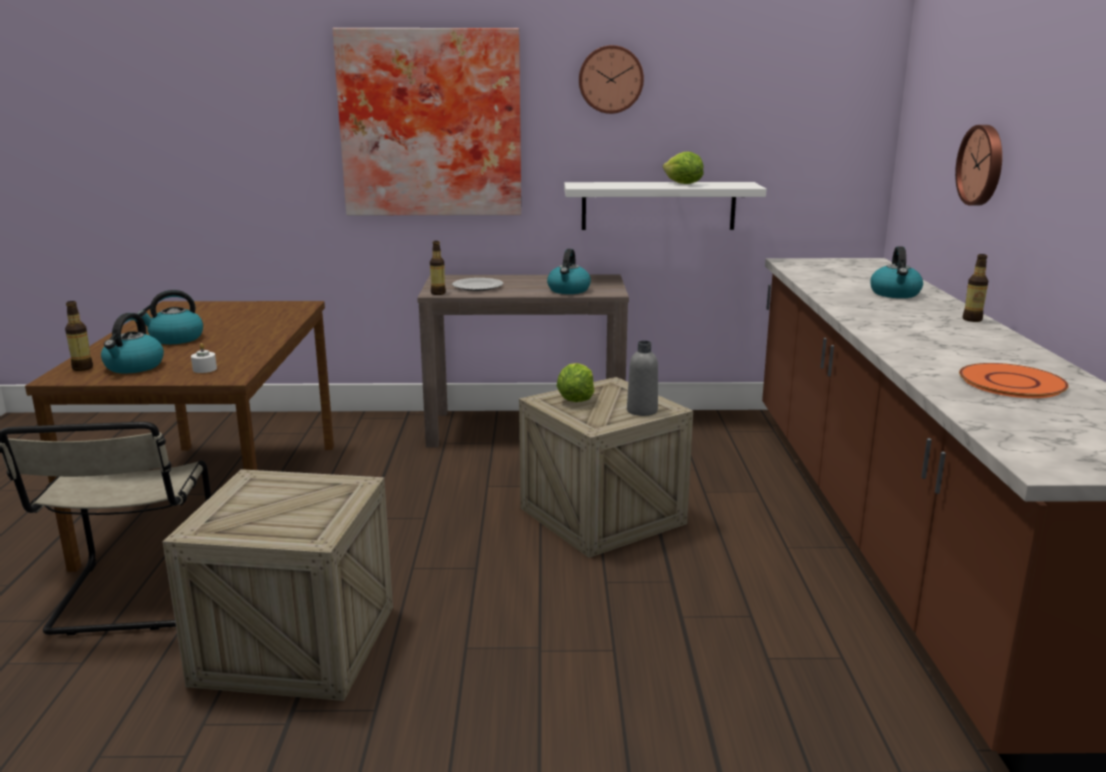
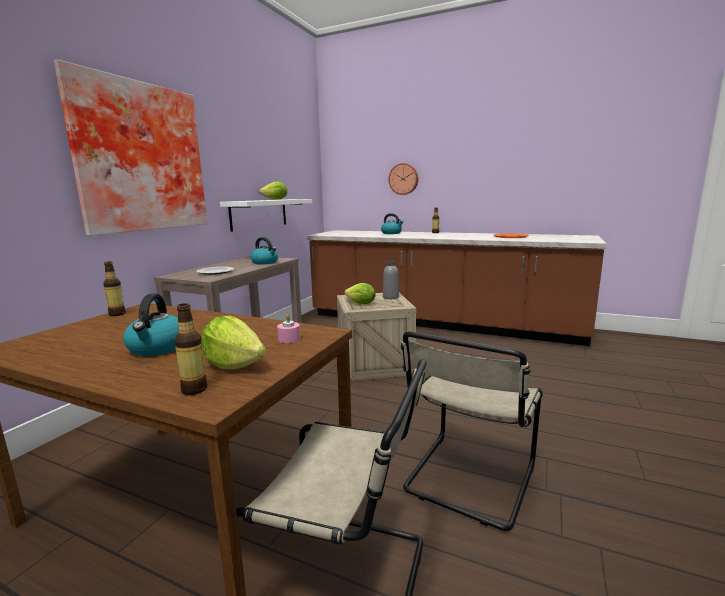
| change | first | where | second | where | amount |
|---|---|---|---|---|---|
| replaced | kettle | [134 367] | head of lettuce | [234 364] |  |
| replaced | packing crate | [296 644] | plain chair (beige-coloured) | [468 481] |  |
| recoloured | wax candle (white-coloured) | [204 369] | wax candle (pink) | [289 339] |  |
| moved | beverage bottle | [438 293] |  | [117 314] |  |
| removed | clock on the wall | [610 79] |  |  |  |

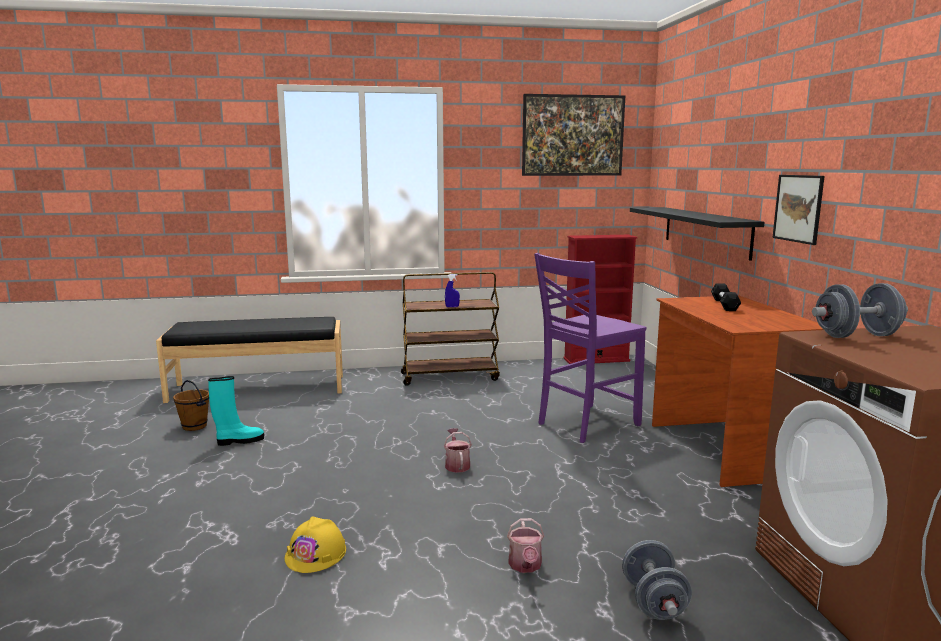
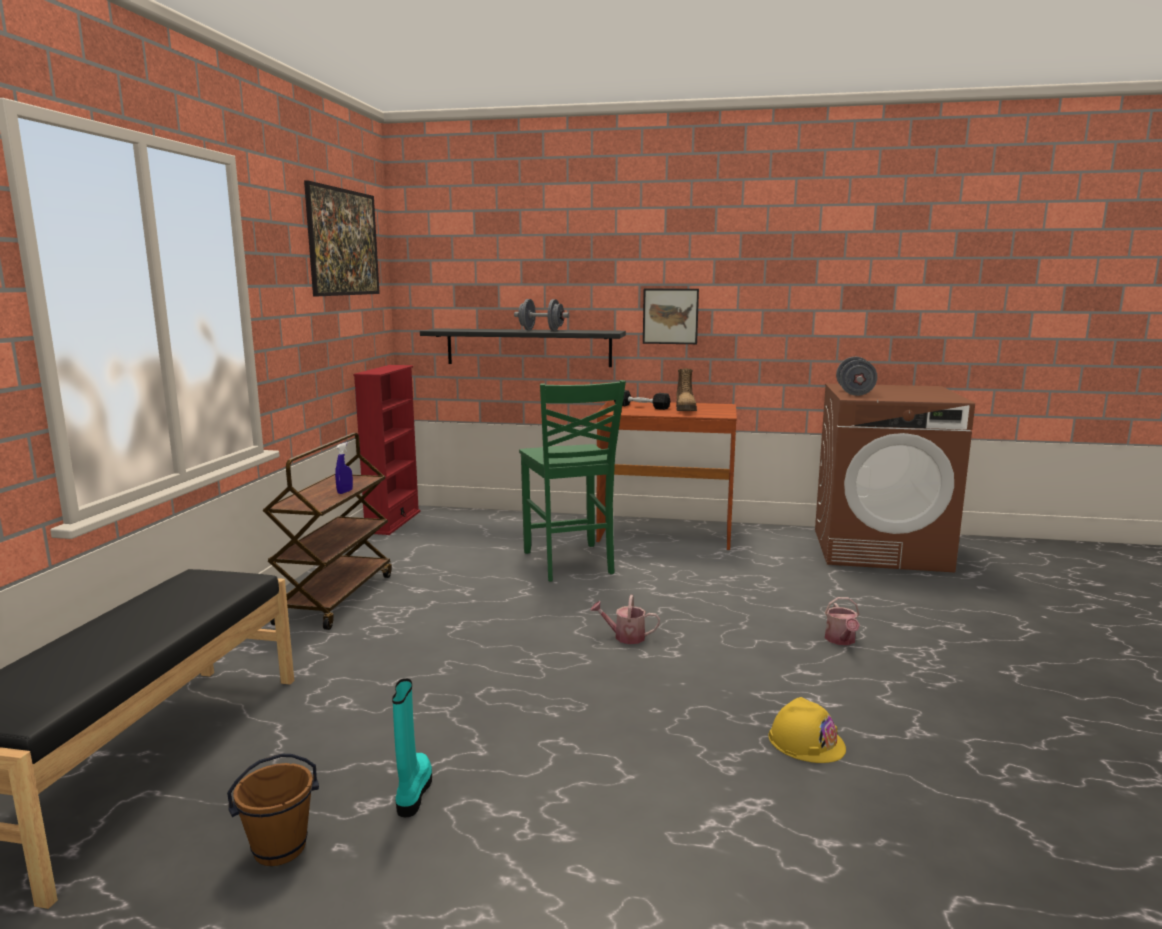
| change | first | where | second | where | amount |
|---|---|---|---|---|---|
| turned | sprinkling can | [525 566] |  | [841 640] | 75 degrees clockwise |
| recoloured | plain chair (purple-coloured) | [585 424] | plain chair (greenish) | [569 563] |  |
| moved | dumbbell (gray) | [654 602] |  | [541 330] |  |
| added |  |  | boot | [686 409] |  |

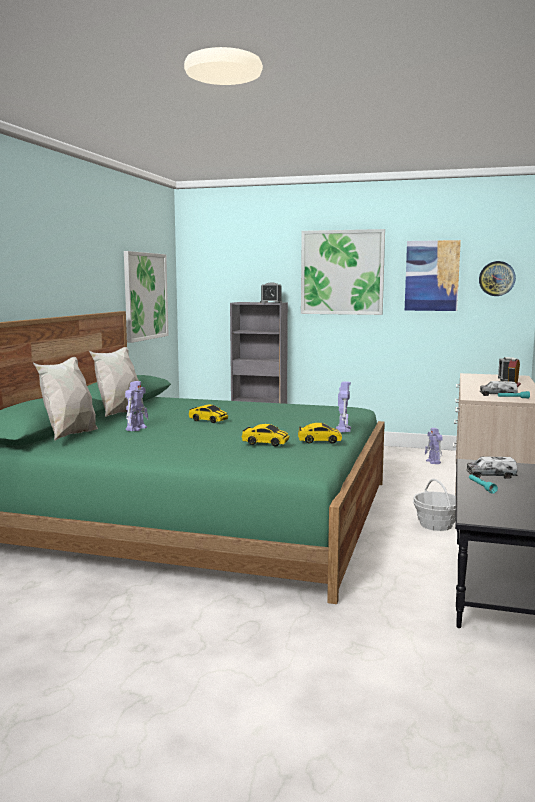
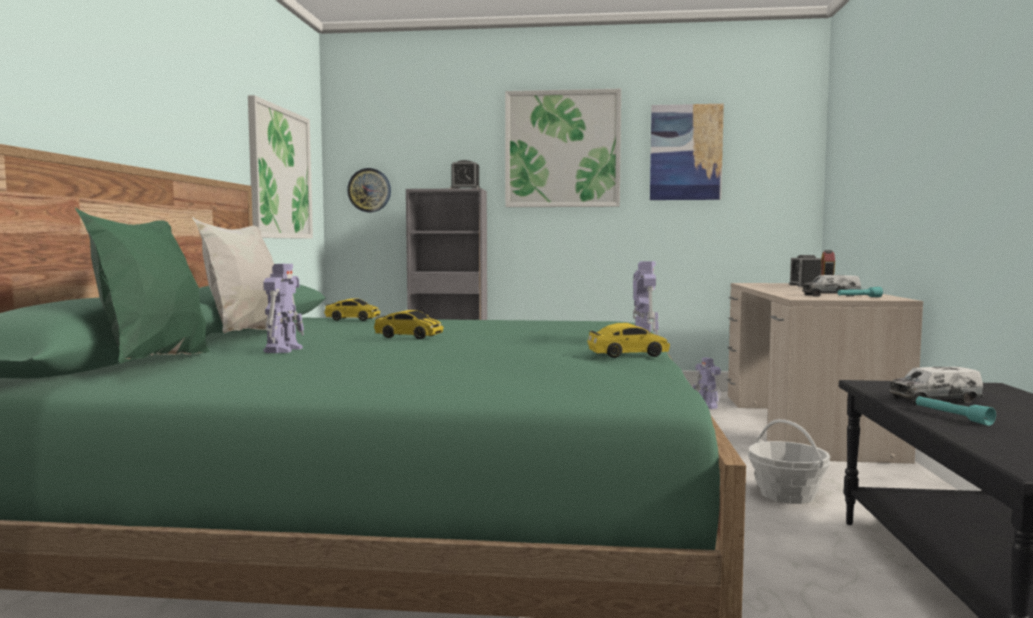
| change | first | where | second | where | amount |
|---|---|---|---|---|---|
| recoloured | pillow (white-coloured) | [69 436] | pillow (greenish) | [153 363] |  |
| moved | toy car | [265 443] |  | [352 319] |  |
| moved | clock on the wall | [497 278] |  | [369 190] |  |

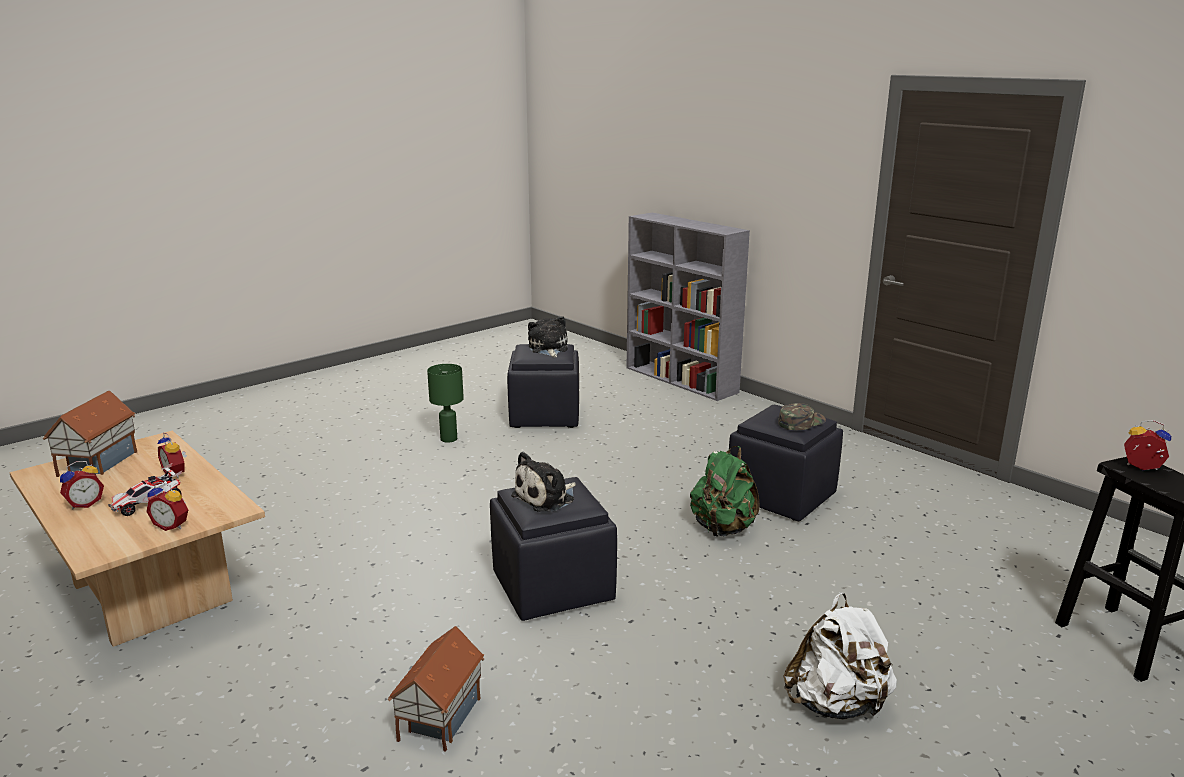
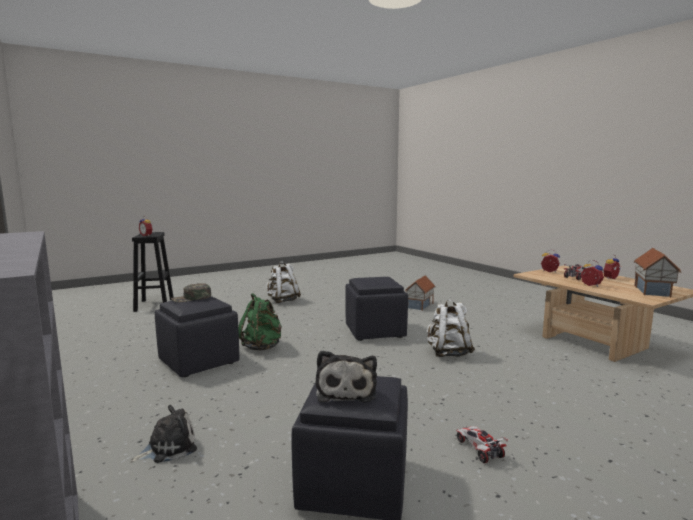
| change | first | where | second | where | amount |
|---|---|---|---|---|---|
| replaced | tabletop lamp (greenish) | [449 439] | toy car | [479 449] |  |
| moved | soft toy | [546 498] |  | [168 447] |  |
| added |  |  | rucksack (white-coloured) | [448 353] |  |

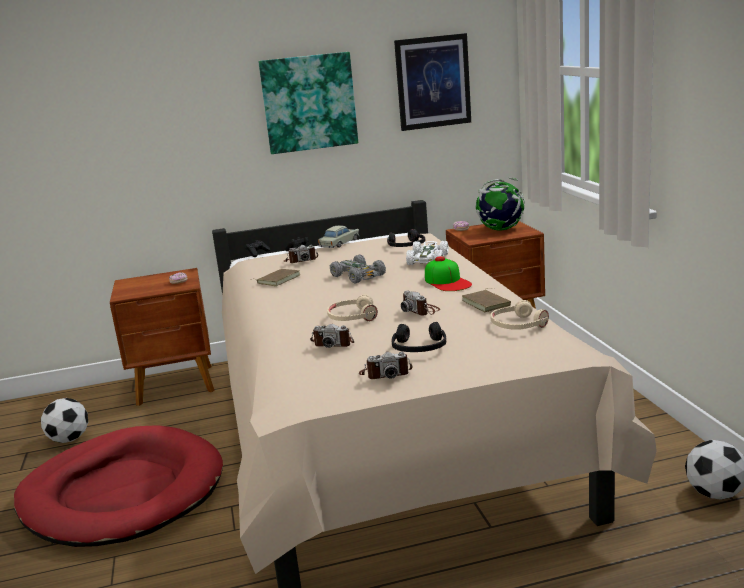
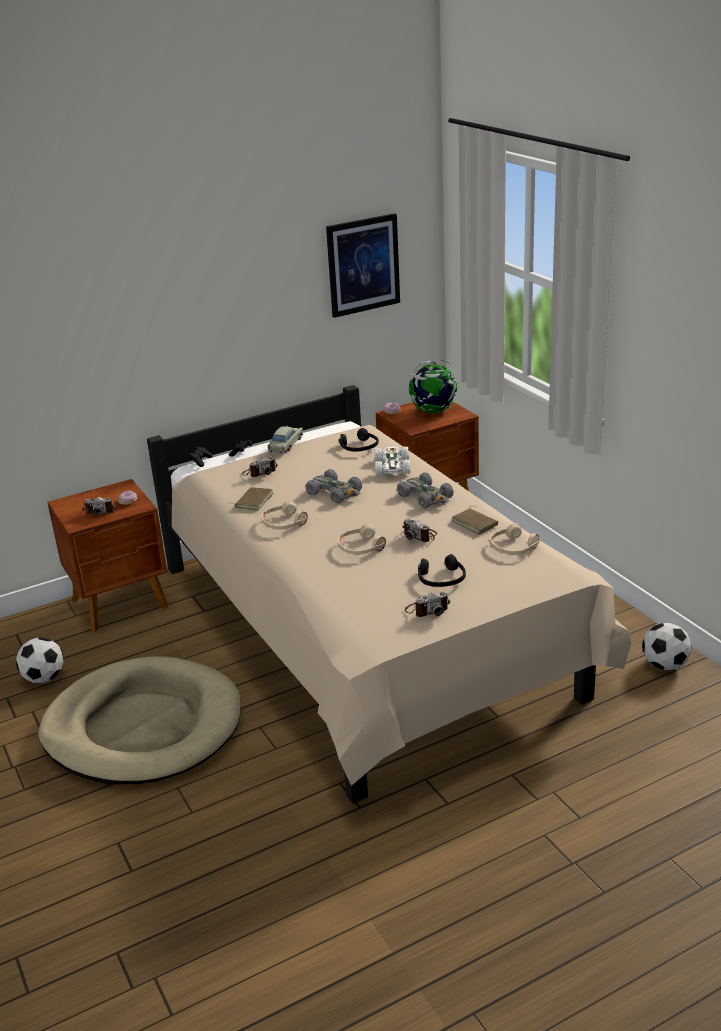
| change | first | where | second | where | amount |
|---|---|---|---|---|---|
| recoloured | dog cushion (red) | [122 493] | dog cushion (beige-coloured) | [143 727] |  |
| removed | wall art | [309 103] |  |  |  |
| moved | photo camera | [333 343] |  | [100 510] |  |
| replaced | baseball cap | [447 282] | toy car (gray) | [426 497] |  |
| added |  |  | headphones (beige-coloured) | [283 523] |  |

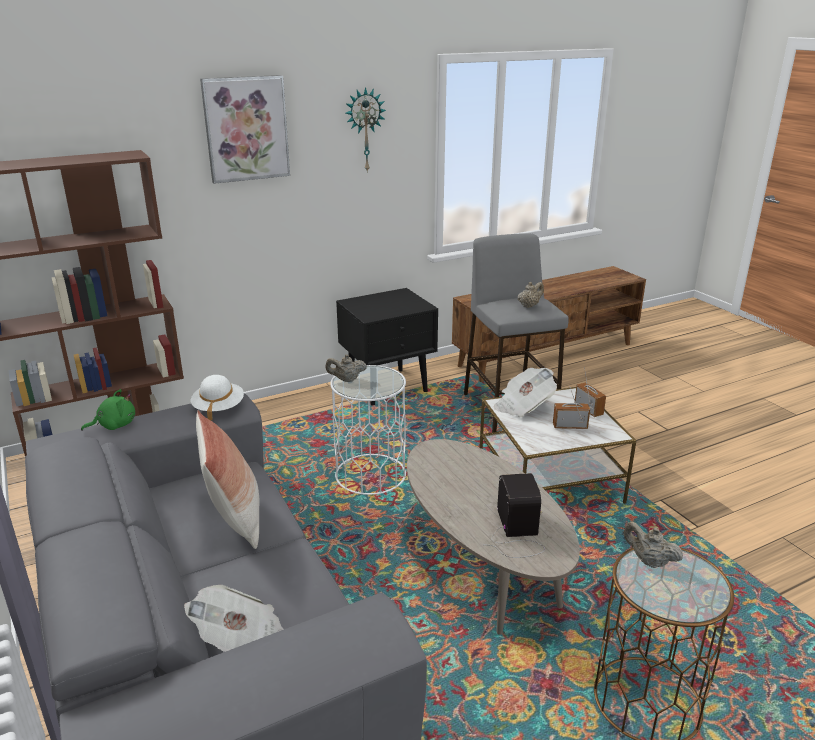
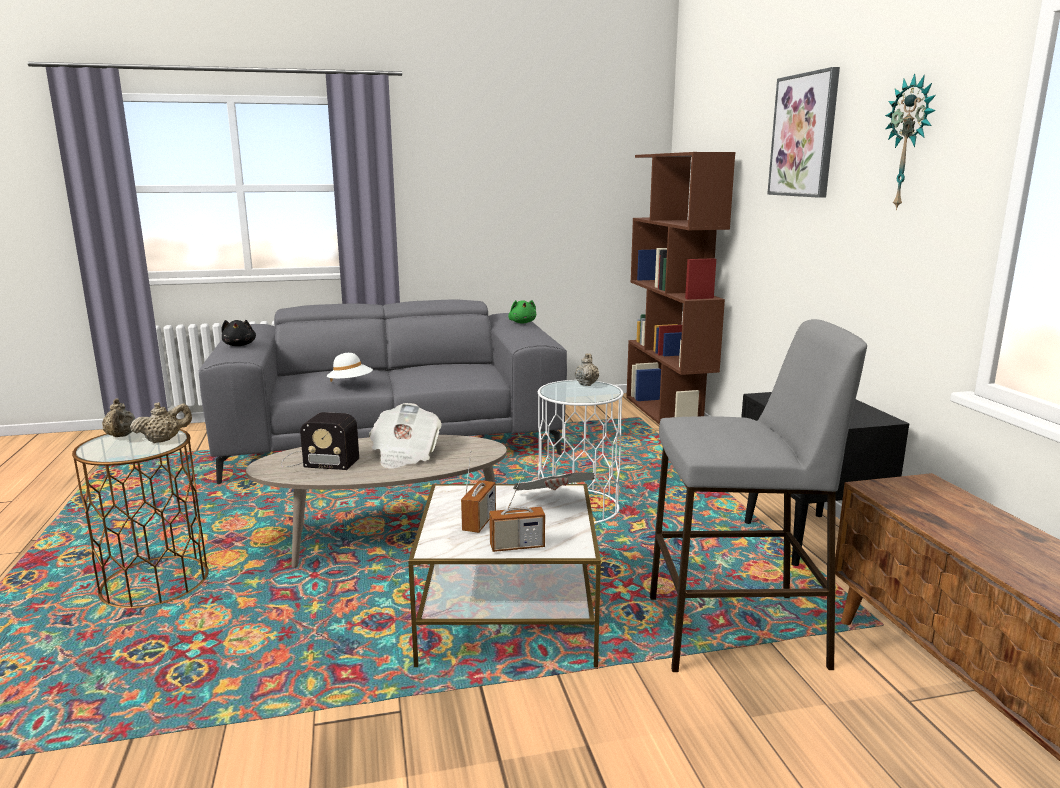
| change | first | where | second | where | amount |
|---|---|---|---|---|---|
| moved | daily paper | [243 641] |  | [404 455] |  |
| moved | wearable hat (white-coloured) | [218 408] |  | [350 383] |  |
| removed | pillow | [235 518] |  |  |  |
| moved | pot for tea (beige-coloured) | [529 306] |  | [121 436] |  |
| added |  |  | soft toy (blackish) | [239 345] |  |

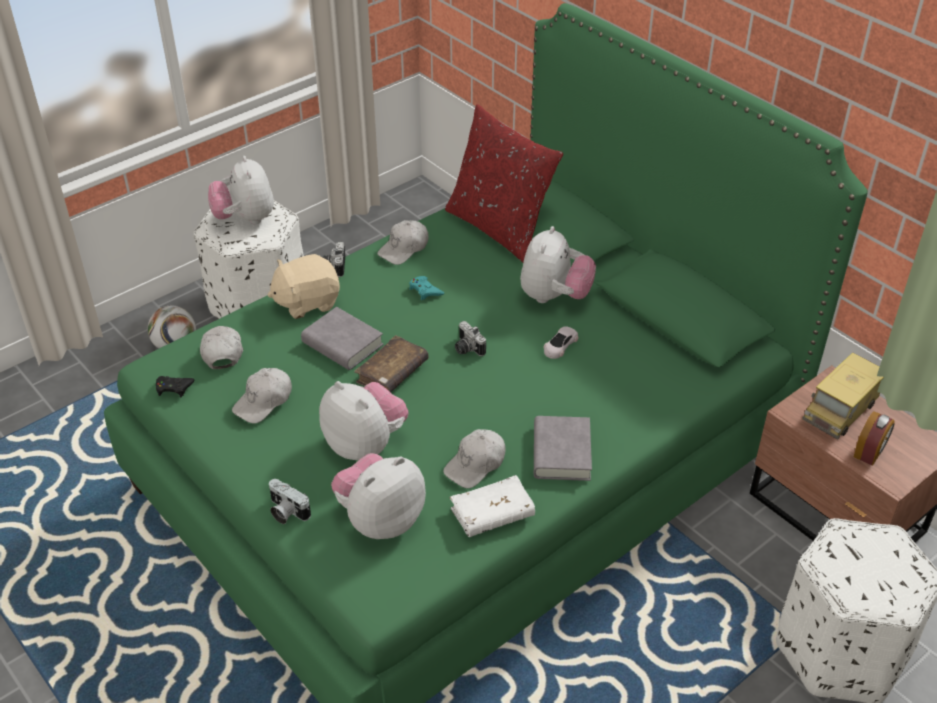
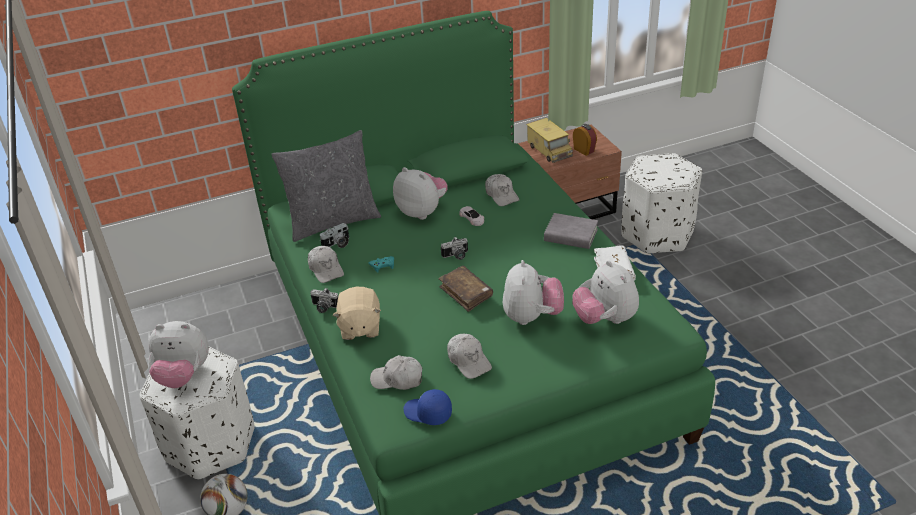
| change | first | where | second | where | amount |
|---|---|---|---|---|---|
| replaced | game controller (blackish) | [174 388] | baseball cap (blue-coloured) | [427 413] |  |
| moved | photo camera | [286 512] |  | [337 244] |  |
| removed | bound book (gray) | [342 344] |  |  |  |
| turned | soft toy | [365 444] |  | [532 317] | 120 degrees clockwise |
| moved | baseball cap (white-coloured) | [476 464] |  | [501 195] |  |
| recoloured | pillow (red) | [499 228] | pillow (gray) | [333 221] |  |

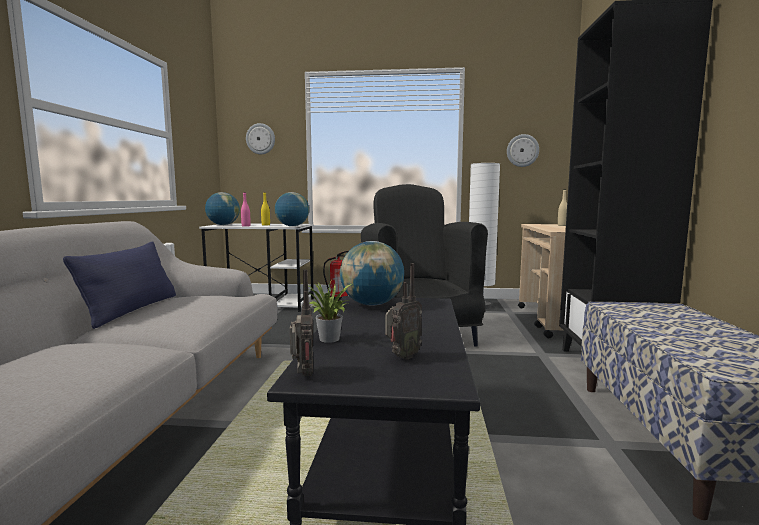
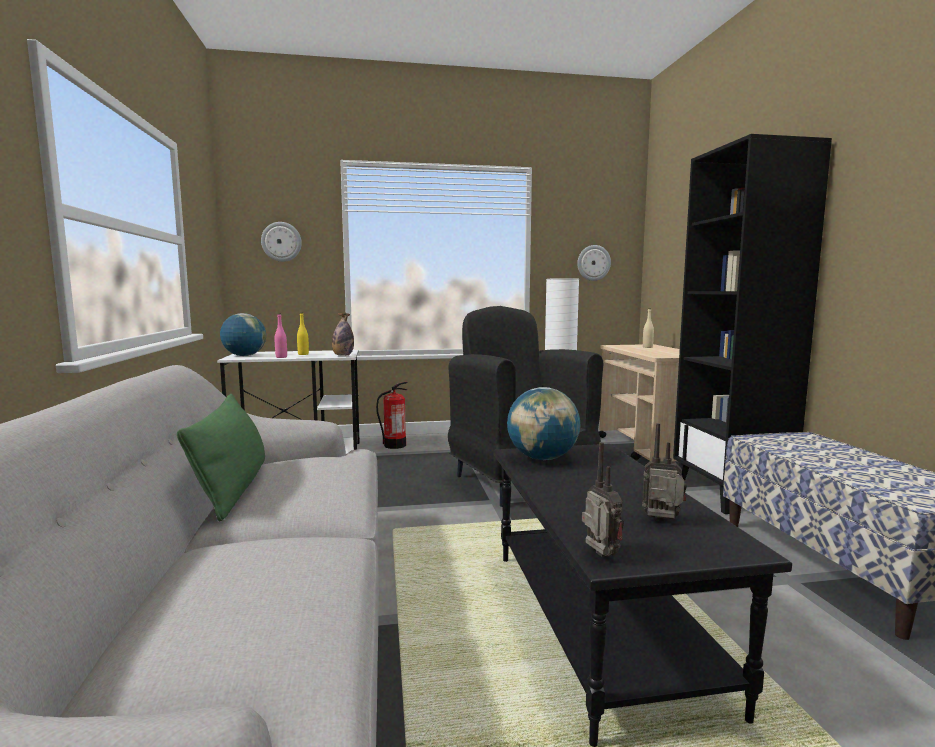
| change | first | where | second | where | amount |
|---|---|---|---|---|---|
| recoloured | pillow (blue-coloured) | [132 310] | pillow (greenish) | [232 488] |  |
| replaced | world globe | [292 226] | beverage bottle | [343 355] |  |
| removed | plant in a pot | [328 340] |  |  |  |
| turned | radio | [402 357] |  | [662 522] | 105 degrees counterclockwise |

